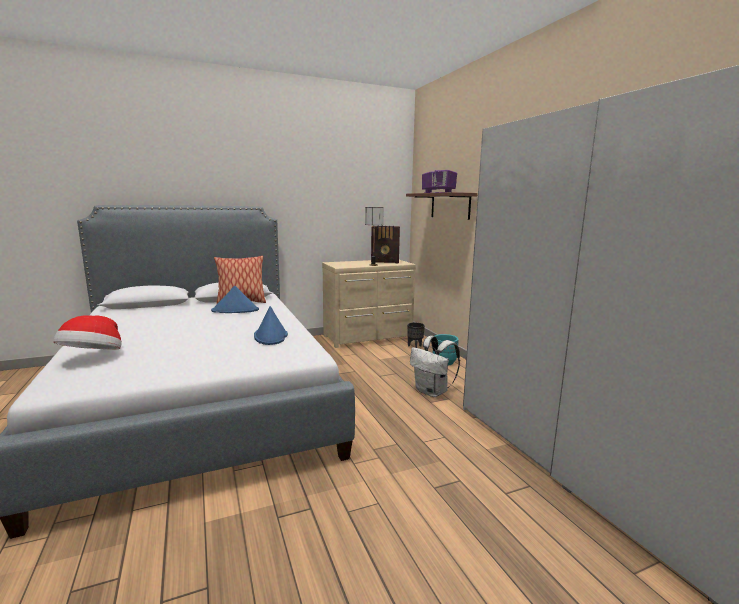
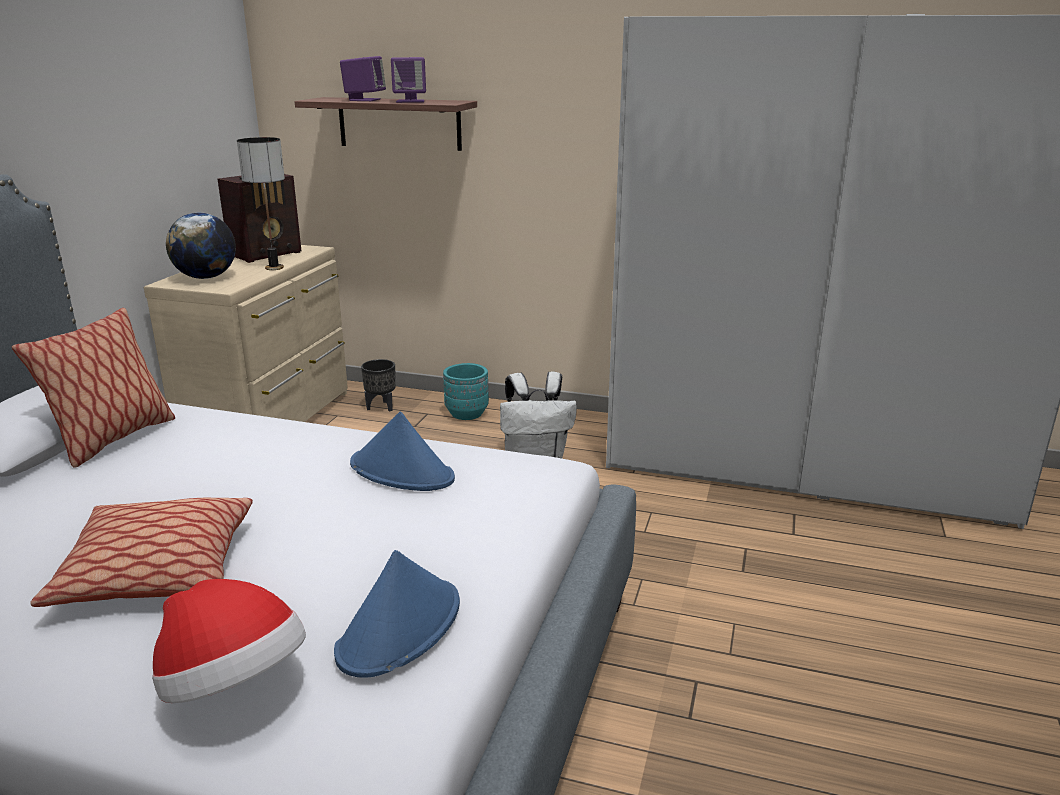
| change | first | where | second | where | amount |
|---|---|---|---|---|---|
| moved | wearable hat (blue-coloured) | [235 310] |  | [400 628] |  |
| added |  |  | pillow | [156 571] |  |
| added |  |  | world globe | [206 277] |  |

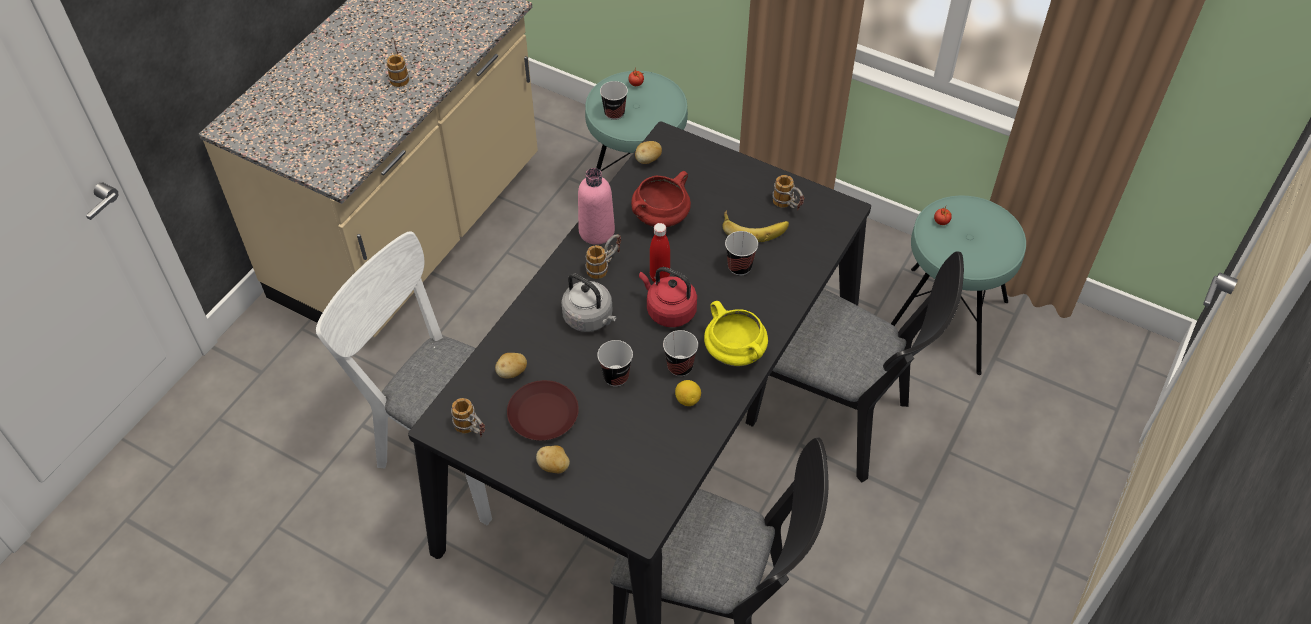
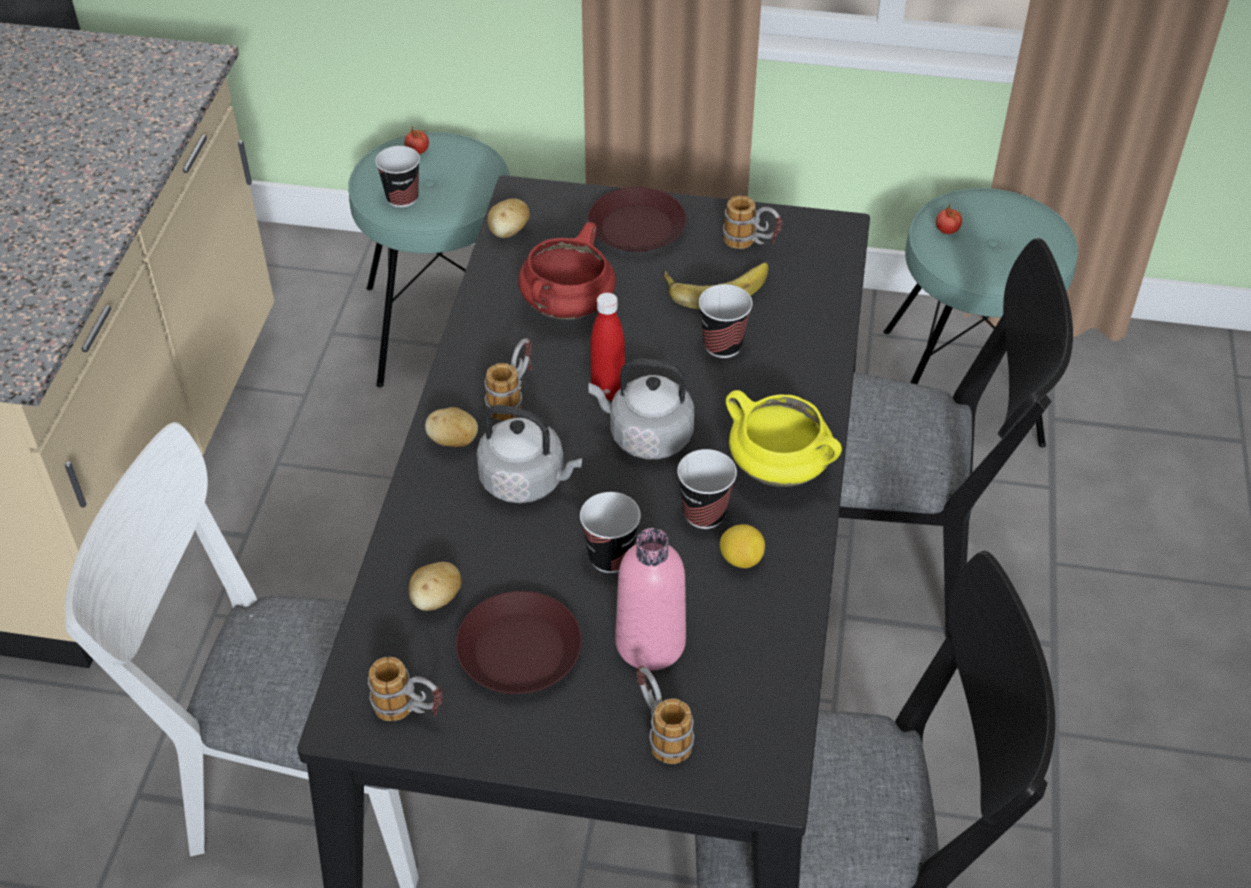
| change | first | where | second | where | amount |
|---|---|---|---|---|---|
| moved | tea mug | [398 74] |  | [660 731] |  |
| moved | spud | [554 466] |  | [453 441] |  |
| moved | beverage bottle (pink) | [596 231] |  | [650 643] |  |
| recoloured | kettle (red) | [668 311] | kettle (gray) | [646 436] |  |
| added |  |  | flat dish (brownish) | [635 228] |  |

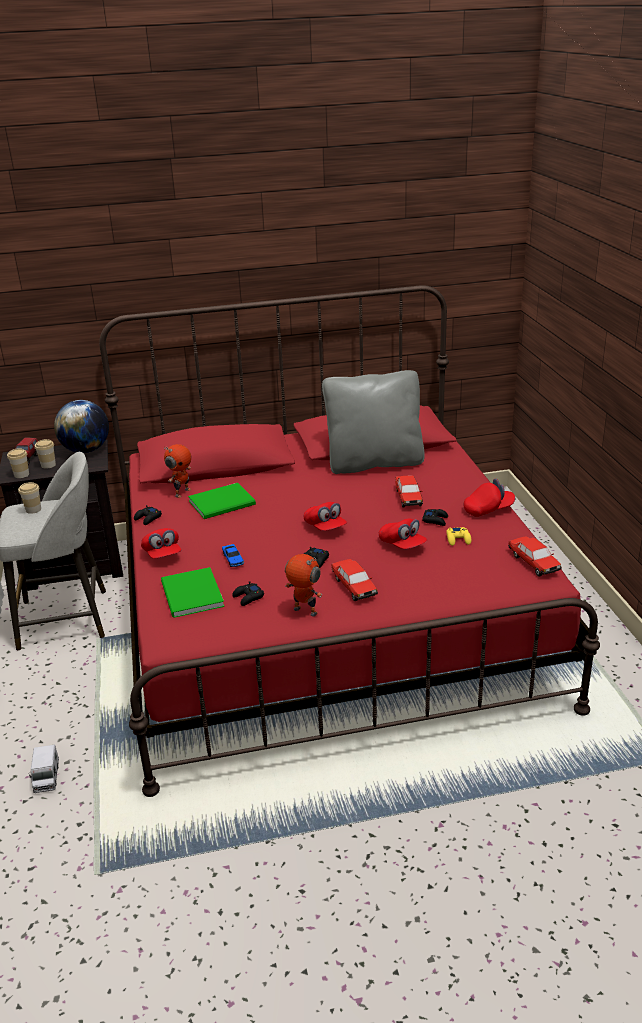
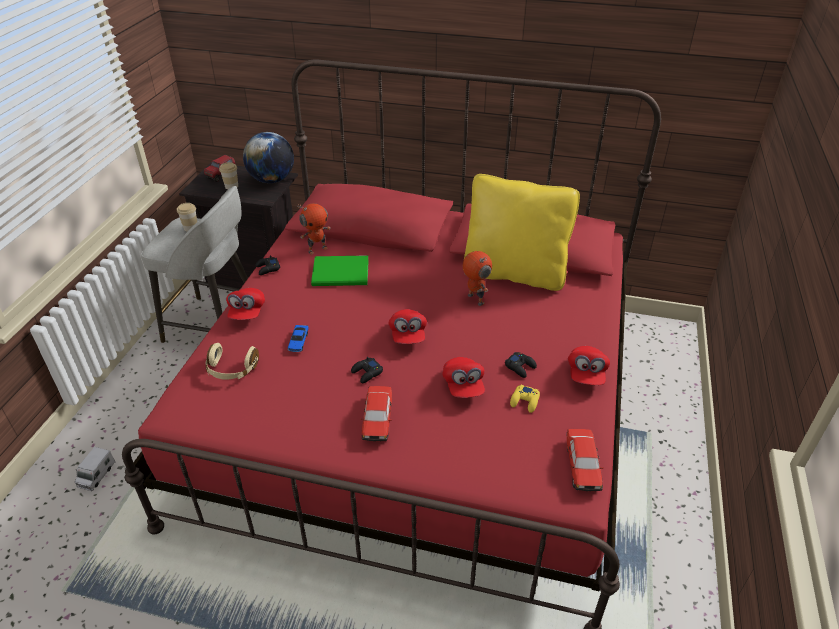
| change | first | where | second | where | amount |
|---|---|---|---|---|---|
| removed | drinking cup | [21 474] |  |  |  |
| replaced | bound book (greenish) | [190 596] | headphones (beige-coloured) | [231 369] |  |
| removed | game controller (blackish) | [248 597] |  |  |  |
| moved | robot figure | [304 612] |  | [474 299] |  |
| recoloured | pillow (gray) | [374 463] | pillow (yellow) | [514 273] |  |
| removed | toy car | [408 497] |  |  |  |
| turned | baseball cap (red) | [488 509] |  | [586 374] | 90 degrees clockwise |

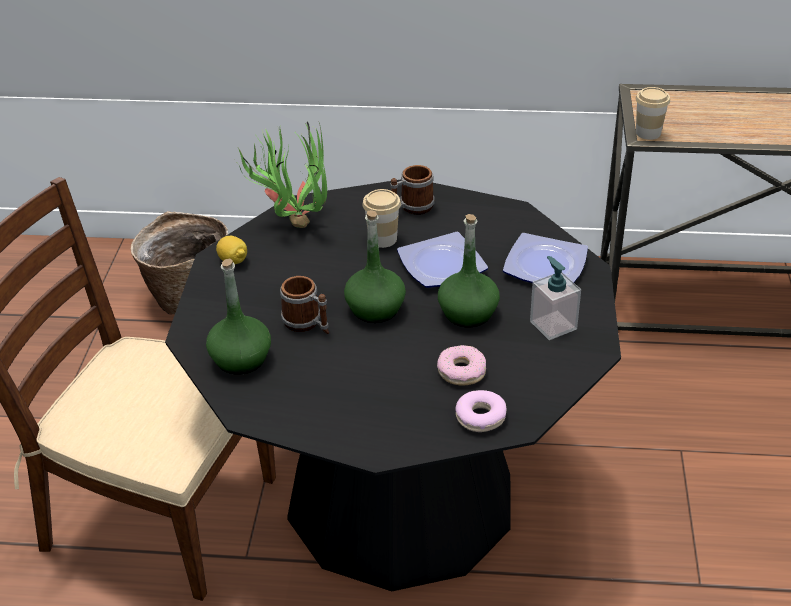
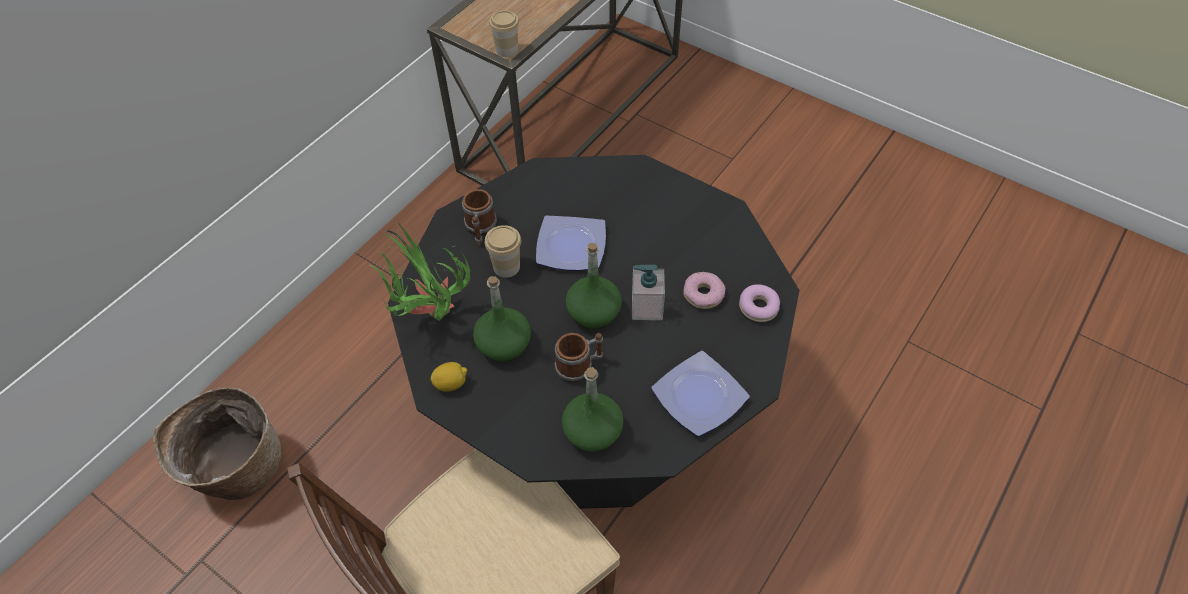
| change | first | where | second | where | amount |
|---|---|---|---|---|---|
| moved | beverage bottle (greenish) | [468 313] |  | [504 344] |  |
| moved | flat dish | [546 267] |  | [701 397] |  |
| moved | soap dispenser | [553 325] |  | [646 308] |  |

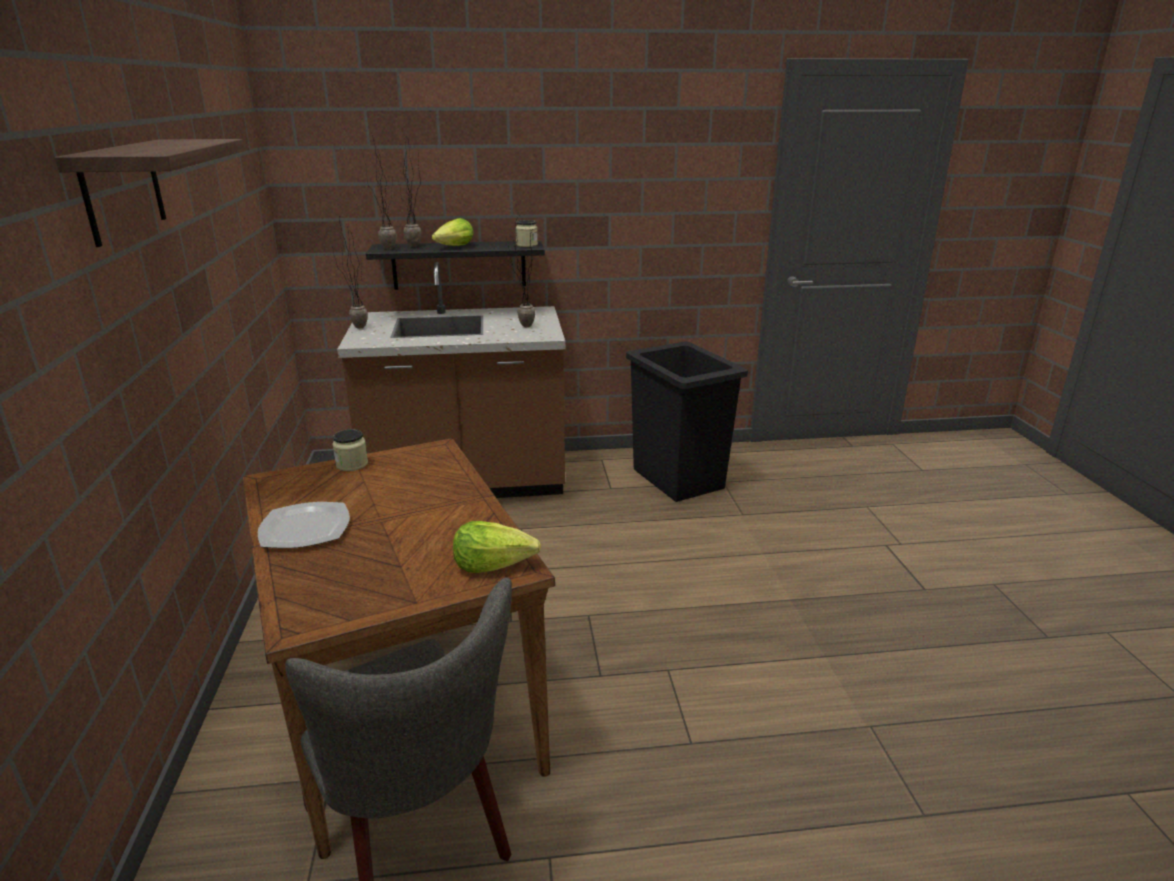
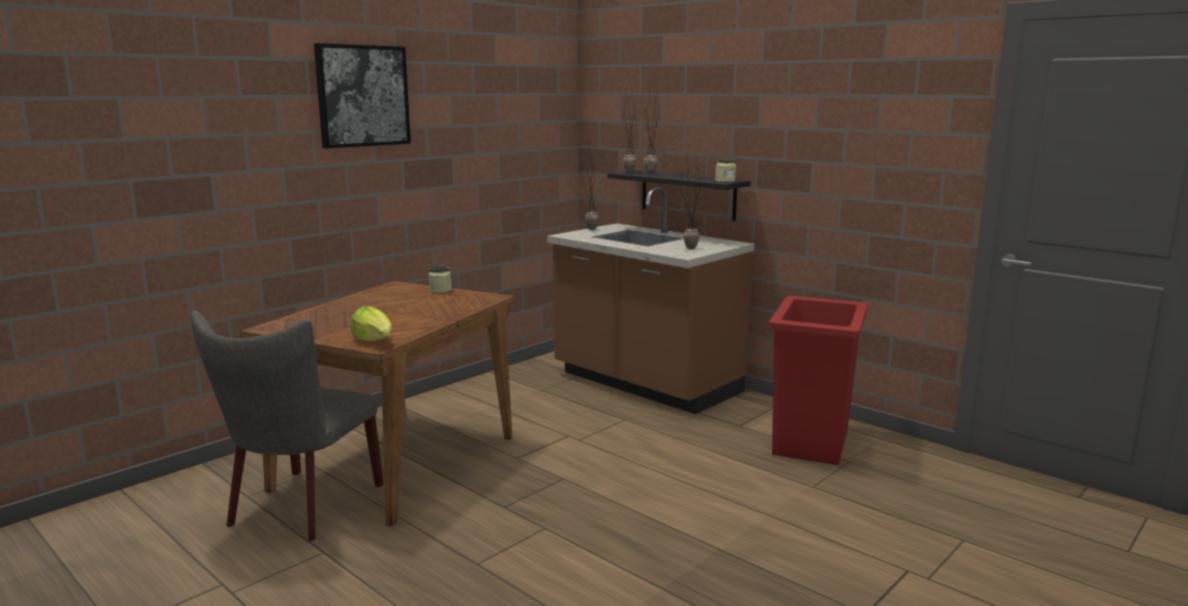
| change | first | where | second | where | amount |
|---|---|---|---|---|---|
| replaced | wall shelf | [123 190] | wall art | [362 96] |  |
| removed | flat dish | [306 528] |  |  |  |
| removed | head of lettuce | [455 247] |  |  |  |
| recoloured | rubbish bin (blackish) | [678 479] | rubbish bin (red) | [809 443] |  |

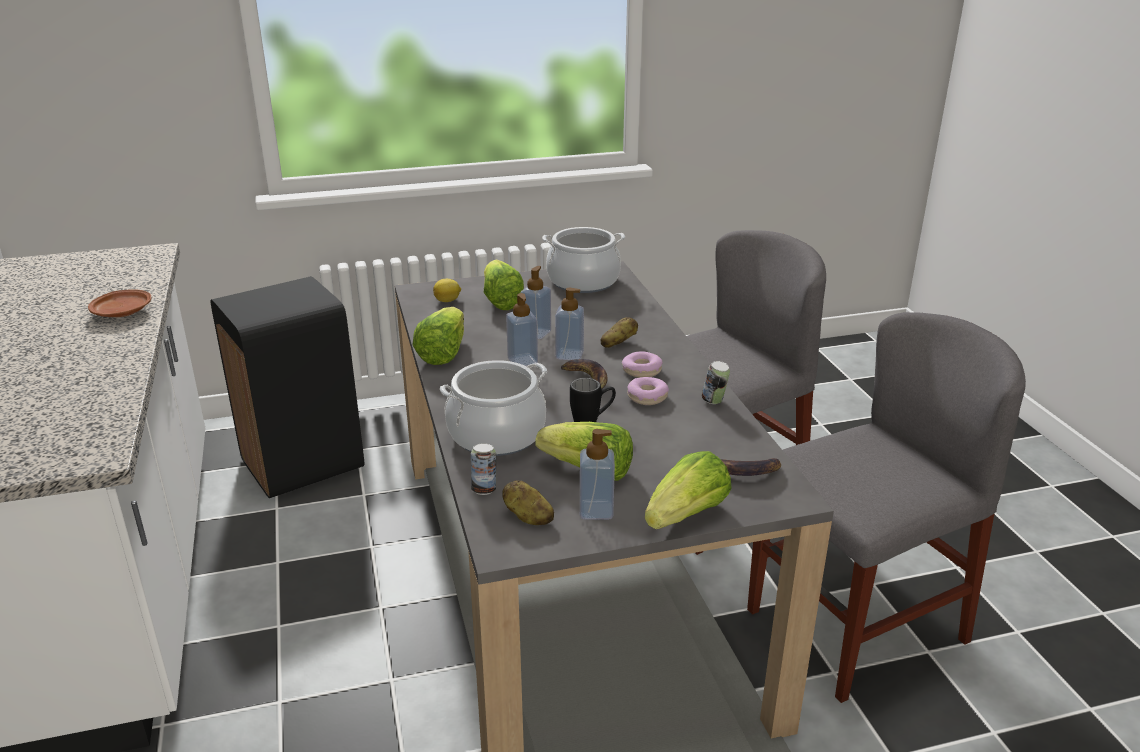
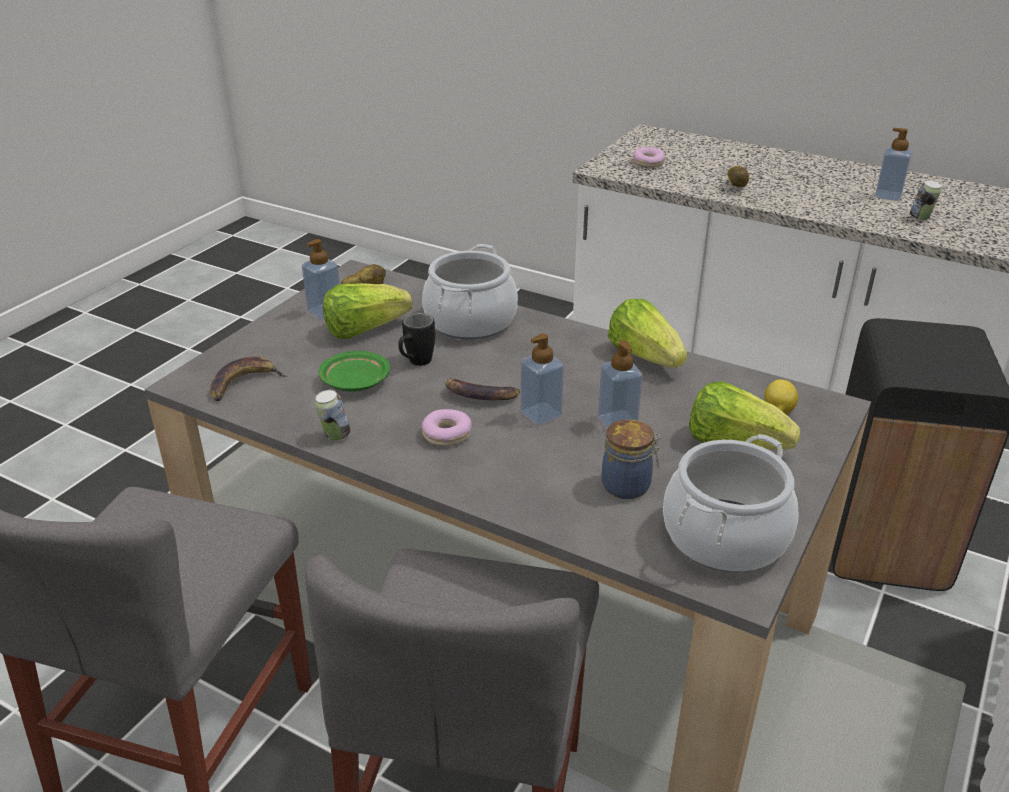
| change | first | where | second | where | amount |
|---|---|---|---|---|---|
| removed | flat dish (brownish) | [123 312] |  |  |  |
| moved | can | [484 489] |  | [920 218] |  |
| moved | soap dispenser | [522 361] |  | [888 196] |  |
| moved | spud | [618 343] |  | [737 187] |  |
| moved | ring doughnut | [647 397] |  | [648 163] |  |
| removed | head of lettuce | [687 515] |  |  |  |
| added |  |  | flat dish (greenish) | [354 382] |  |
| added |  |  | storage jar | [628 485] |  |

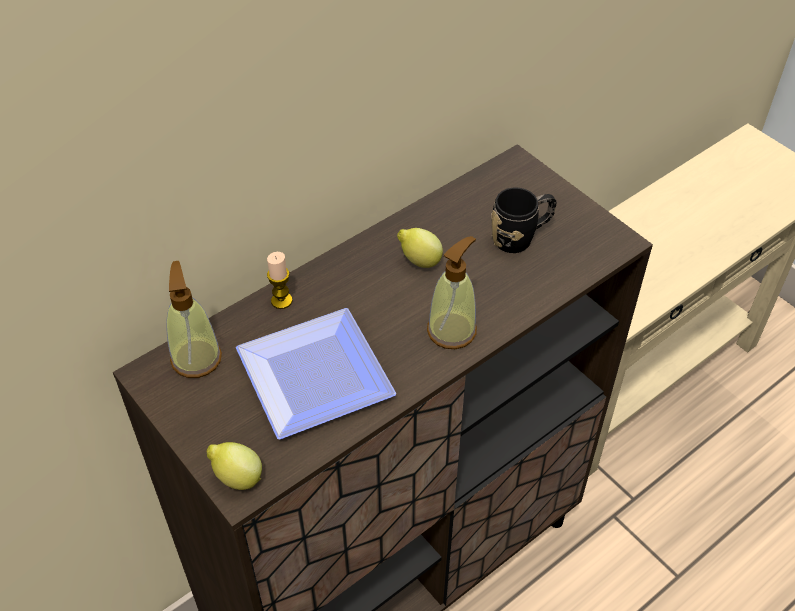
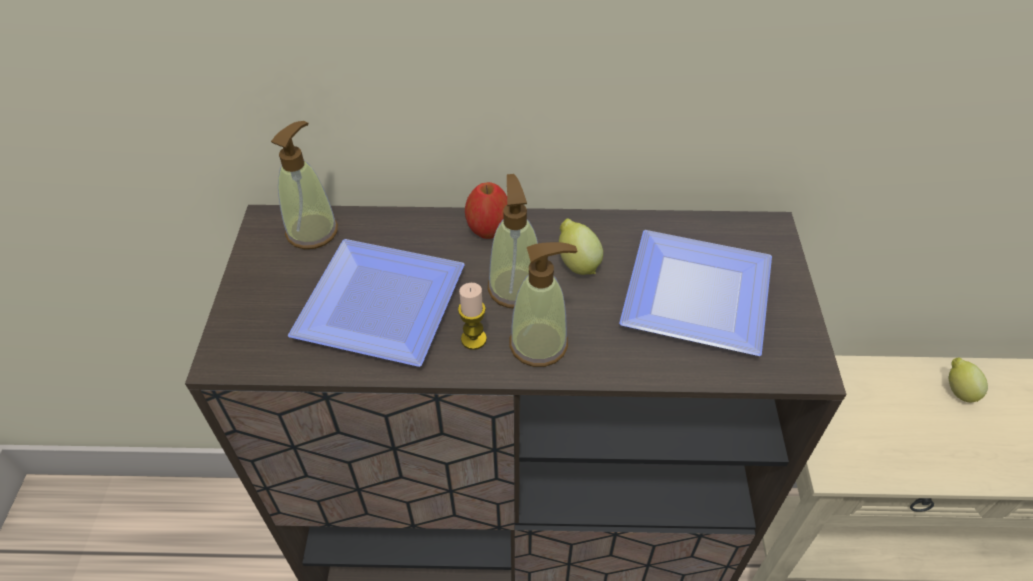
| change | first | where | second | where | amount |
|---|---|---|---|---|---|
| moved | citrus fruit | [237 478] |  | [958 391] |  |
| moved | wax candle | [281 301] |  | [473 339] |  |
| replaced | tea mug (blackish) | [520 237] | flat dish | [700 300] |  |
| added |  |  | apple fruit | [489 229] |  |
| added |  |  | soap dispenser | [515 288] |  |

